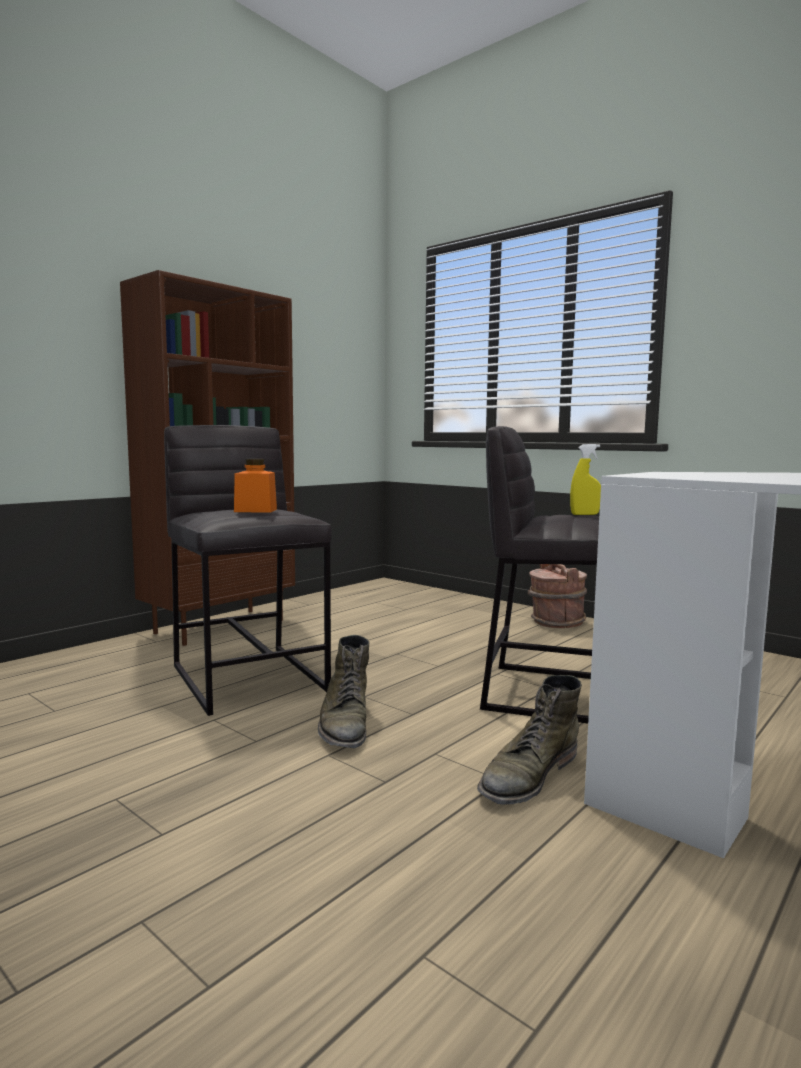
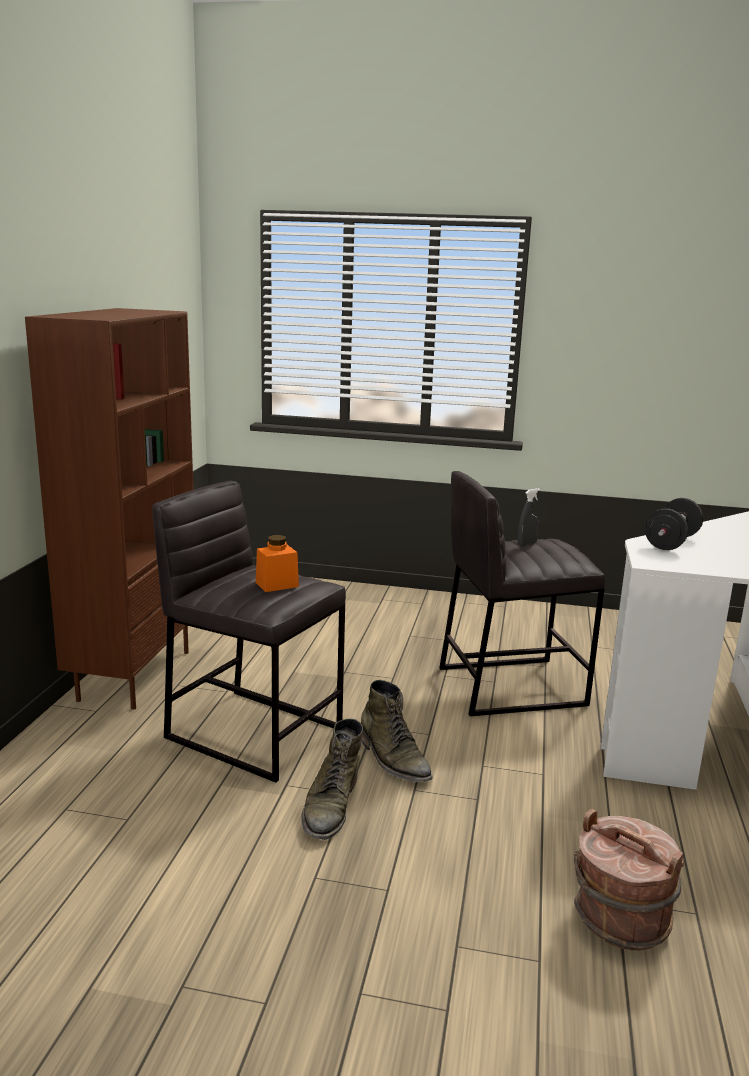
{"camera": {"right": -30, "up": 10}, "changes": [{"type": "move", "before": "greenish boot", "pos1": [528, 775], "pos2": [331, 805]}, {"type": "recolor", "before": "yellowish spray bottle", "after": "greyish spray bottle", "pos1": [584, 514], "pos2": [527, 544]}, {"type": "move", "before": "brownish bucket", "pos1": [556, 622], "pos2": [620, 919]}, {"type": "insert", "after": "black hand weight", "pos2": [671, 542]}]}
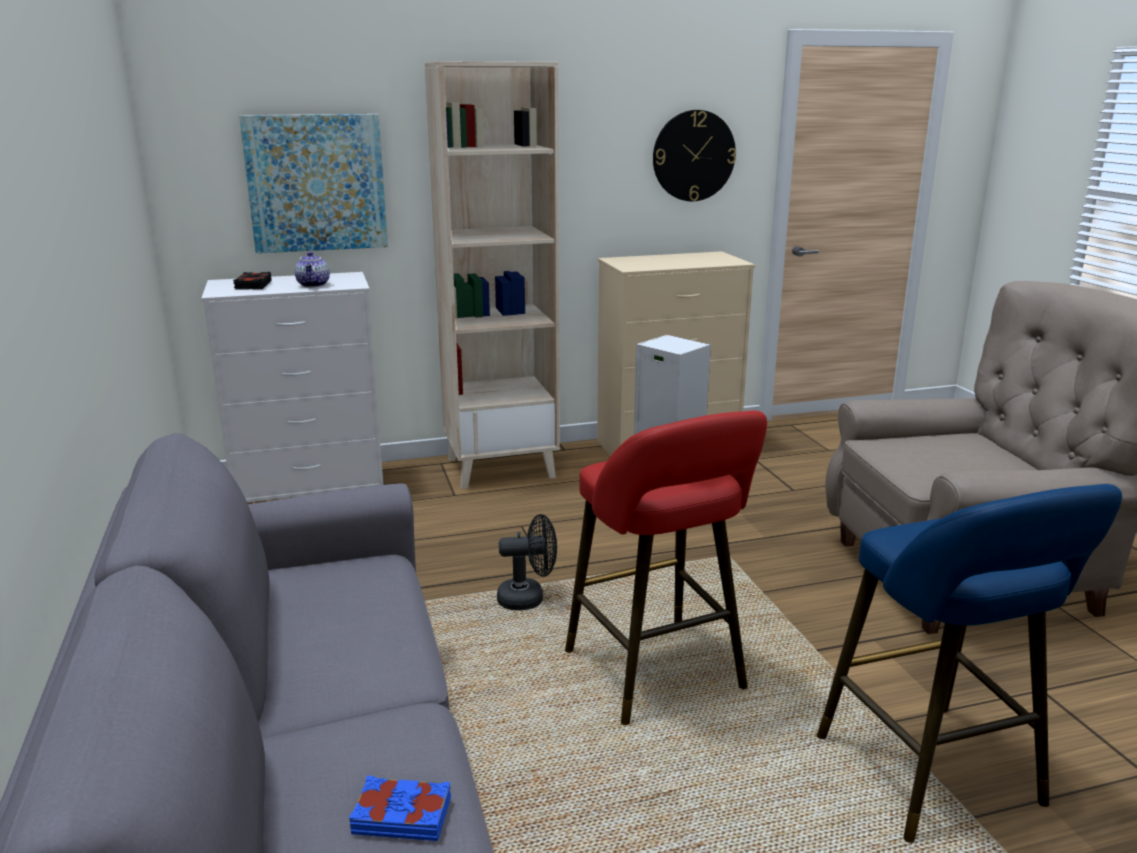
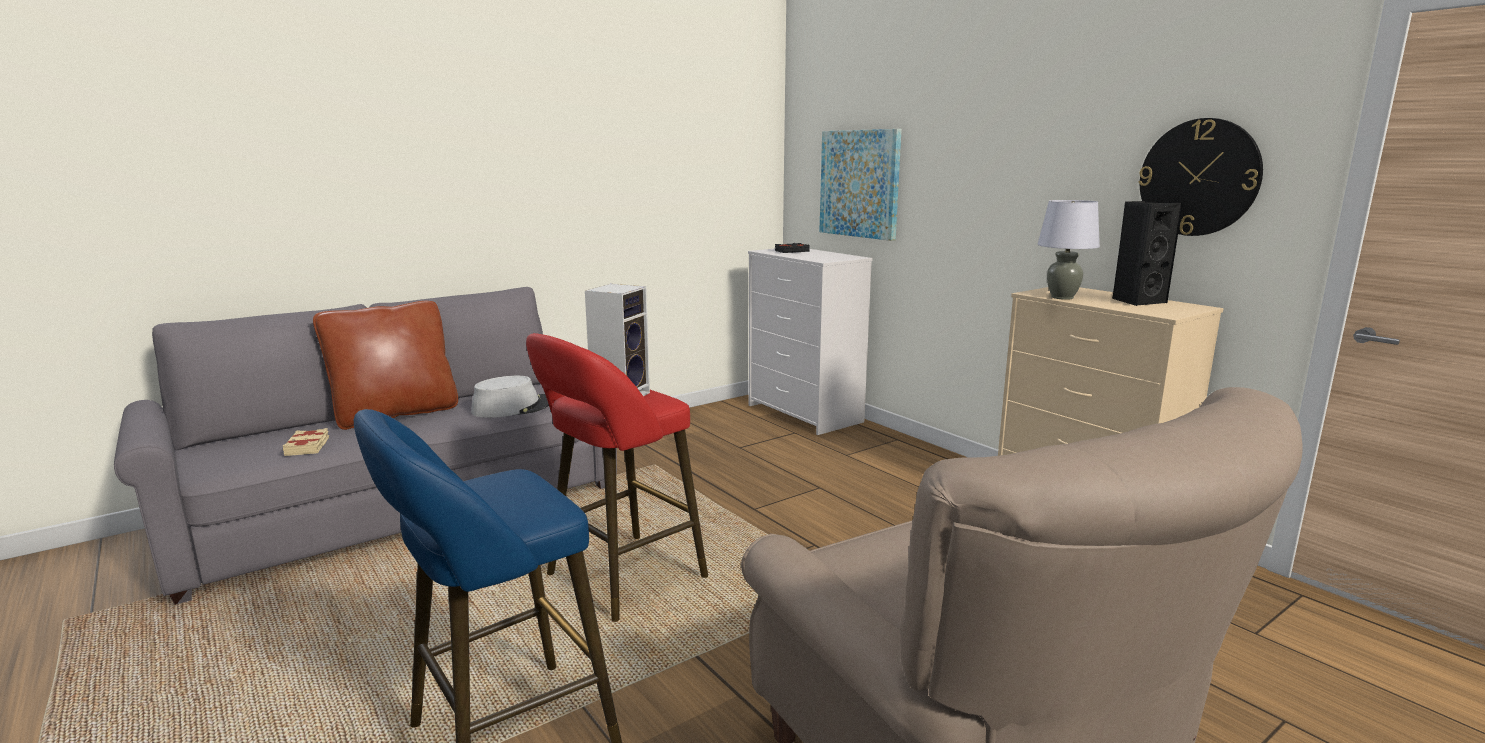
{"camera": {"right": 70, "up": -5}, "changes": [{"type": "recolor", "before": "bluish book", "after": "sand-coloured book", "pos1": [402, 815], "pos2": [308, 446]}, {"type": "insert", "after": "brownish throw pillow", "pos2": [395, 414]}, {"type": "insert", "after": "greyish wearable hat", "pos2": [513, 407]}, {"type": "insert", "after": "greyish table lamp", "pos2": [1062, 297]}, {"type": "insert", "after": "black loudspeaker", "pos2": [1137, 301]}, {"type": "delete", "before": "tea pot", "pos1": [314, 285]}, {"type": "delete", "before": "sand-coloured shelving unit", "pos1": [501, 467]}, {"type": "delete", "before": "black electric fan", "pos1": [528, 598]}]}
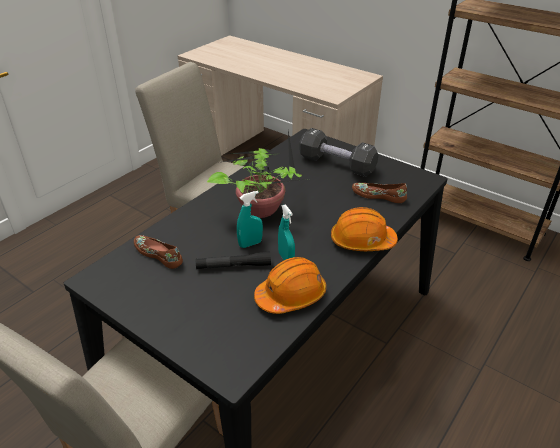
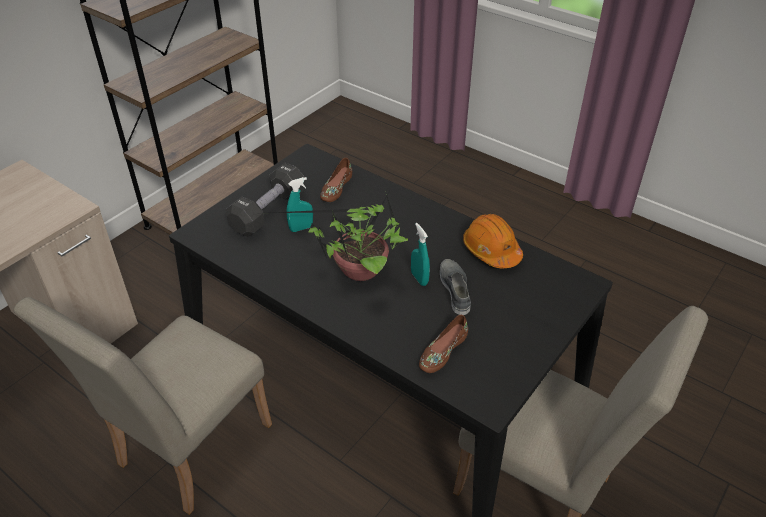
{"camera": {"right": -90, "up": 5}, "changes": [{"type": "move", "before": "turquoise-coloured spray bottle", "pos1": [286, 258], "pos2": [301, 228]}, {"type": "replace", "before": "black torch", "after": "greyish shoe", "pos1": [233, 266], "pos2": [455, 289]}, {"type": "delete", "before": "orangey hard hat", "pos1": [362, 241]}]}
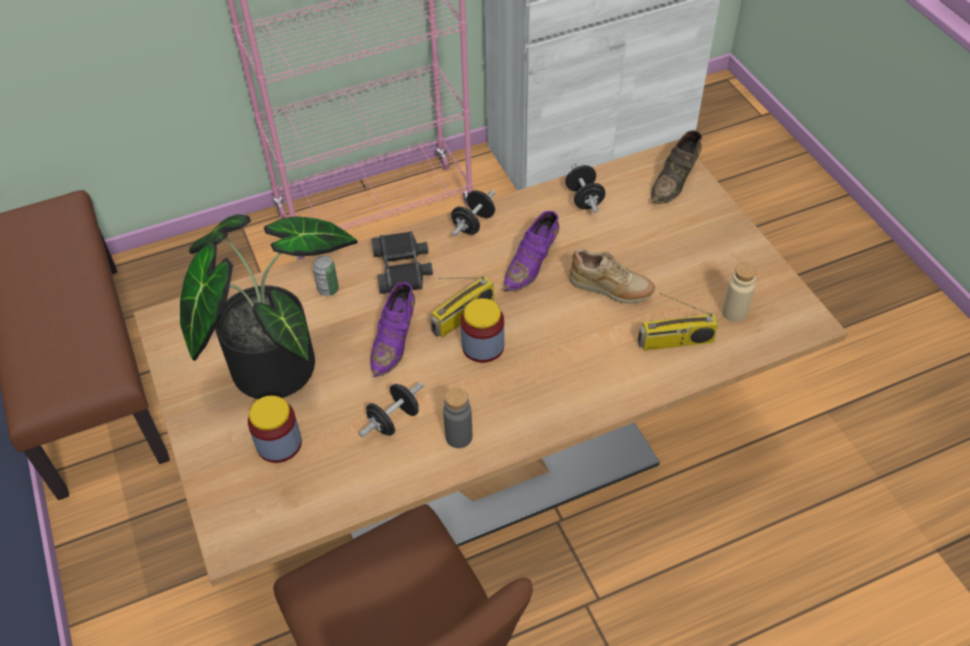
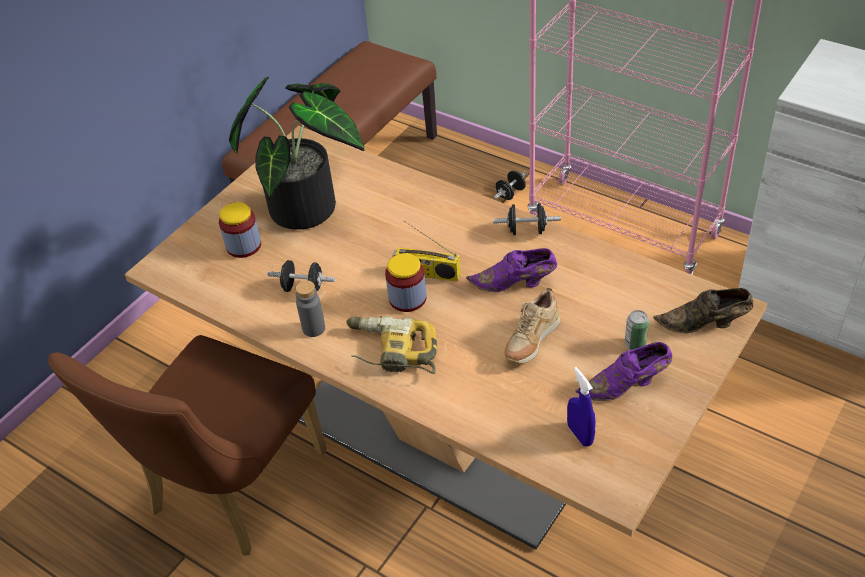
{"camera": {"right": 60, "up": -5}, "changes": [{"type": "insert", "after": "power drill", "pos2": [391, 352]}, {"type": "move", "before": "black hand weight", "pos1": [584, 199], "pos2": [510, 193]}, {"type": "rotate", "before": "sand-coloured shoe", "pos1": [610, 290], "pos2": [531, 342], "turn": 45}, {"type": "replace", "before": "sand-coloured beverage bottle", "after": "bluish spray bottle", "pos1": [734, 313], "pos2": [580, 435]}, {"type": "move", "before": "purplish shoe", "pos1": [395, 341], "pos2": [626, 386]}, {"type": "move", "before": "can", "pos1": [328, 289], "pos2": [635, 344]}, {"type": "delete", "before": "black field glasses", "pos1": [402, 269]}, {"type": "delete", "before": "radio", "pos1": [675, 342]}]}
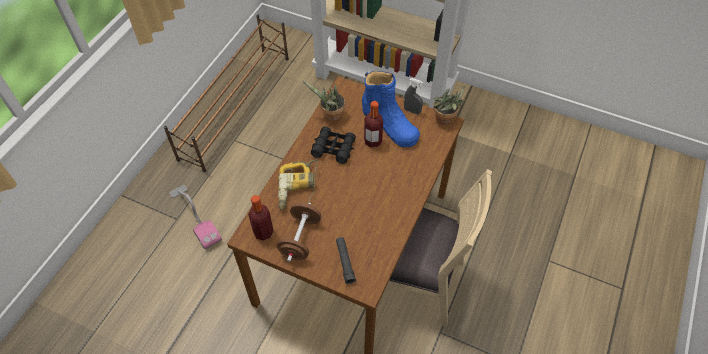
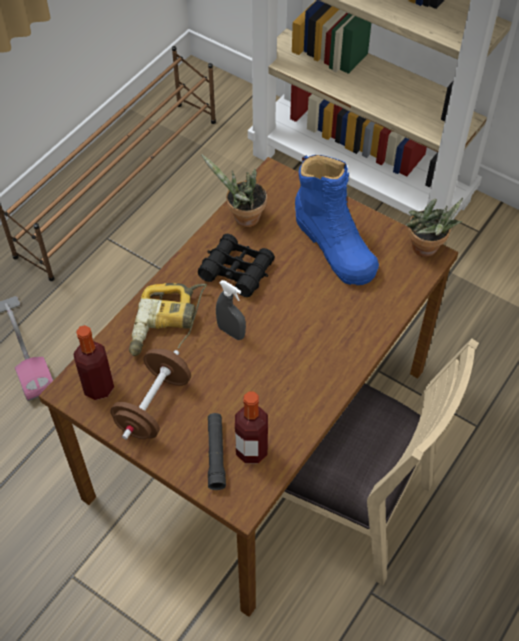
{"camera": {"right": 10, "up": 0}, "changes": [{"type": "move", "before": "greyish spray bottle", "pos1": [412, 111], "pos2": [231, 332]}, {"type": "move", "before": "beverage bottle", "pos1": [373, 141], "pos2": [251, 450]}]}
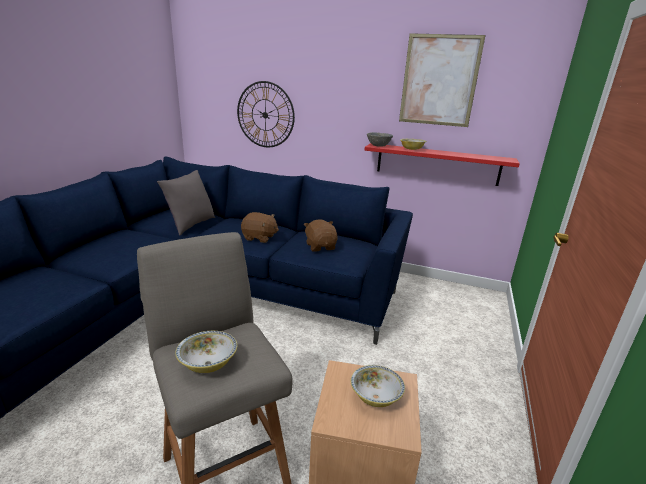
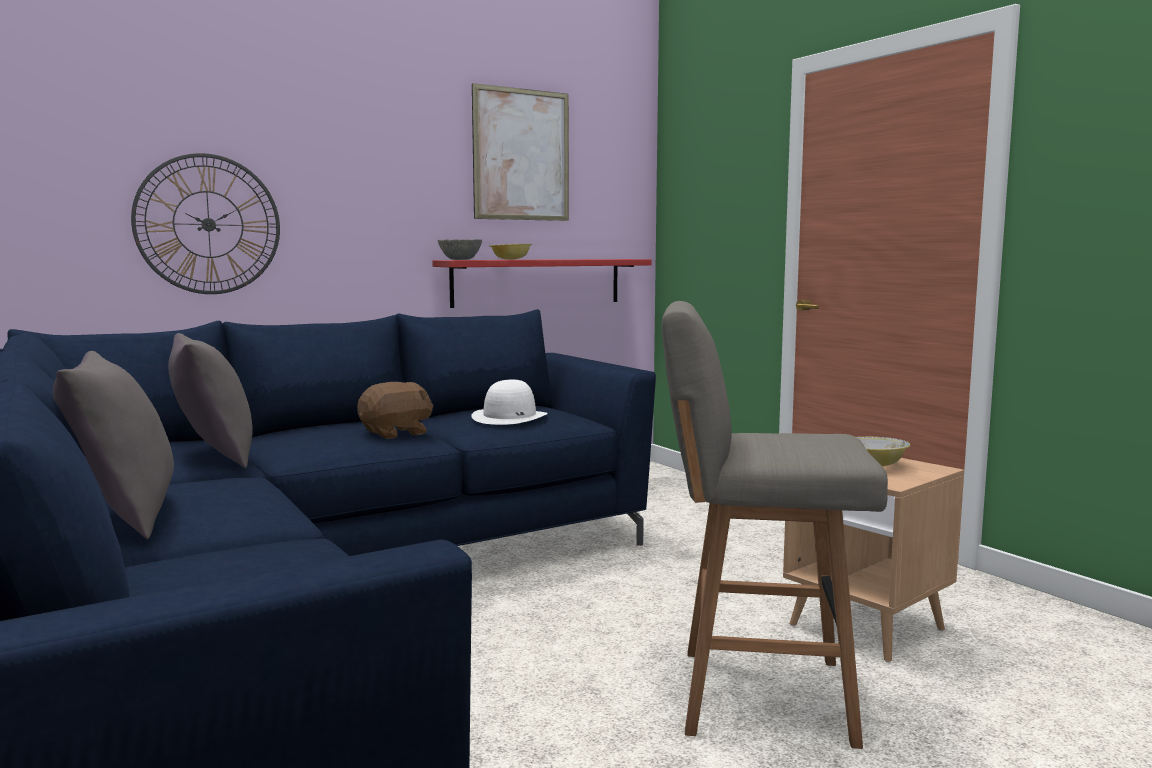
{"camera": {"right": -50, "up": -15}, "changes": [{"type": "insert", "after": "greyish throw pillow", "pos2": [124, 517]}, {"type": "replace", "before": "brownish soft toy", "after": "white-coloured wearable hat", "pos1": [320, 246], "pos2": [509, 417]}, {"type": "delete", "before": "bowl", "pos1": [208, 363]}]}
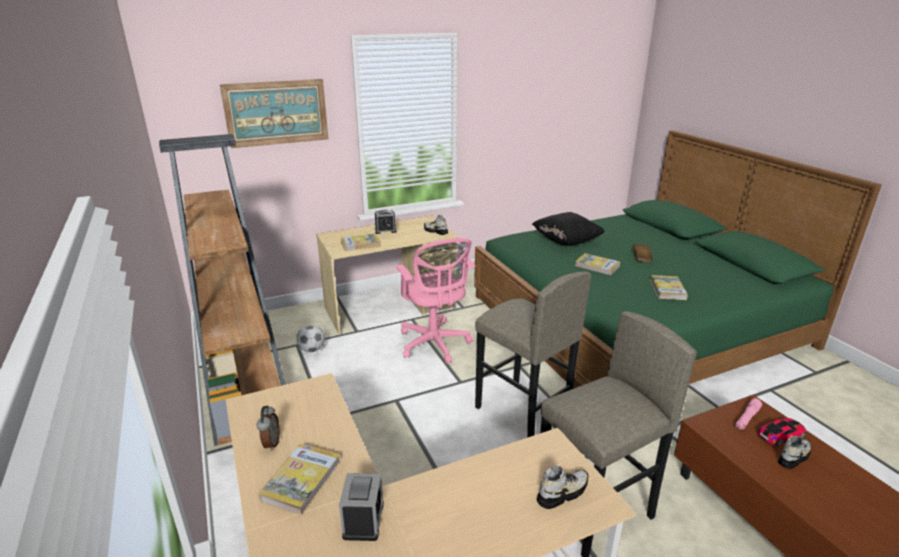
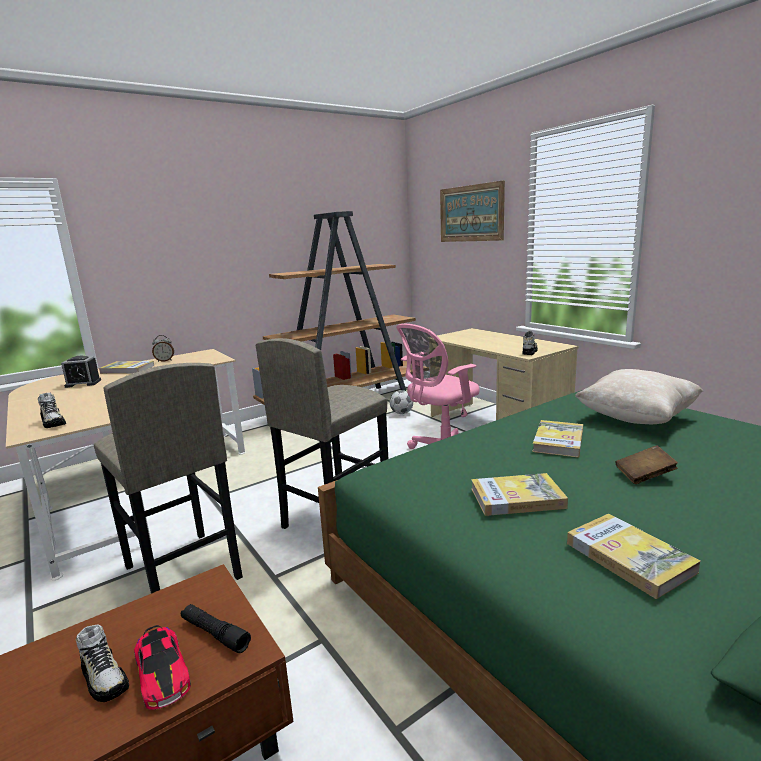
{"camera": {"right": 80, "up": -10}, "changes": [{"type": "recolor", "before": "pink-coloured torch", "after": "black torch", "pos1": [747, 418], "pos2": [215, 634]}, {"type": "move", "before": "book", "pos1": [360, 244], "pos2": [629, 557]}, {"type": "recolor", "before": "black throw pillow", "after": "sand-coloured throw pillow", "pos1": [566, 241], "pos2": [636, 418]}, {"type": "delete", "before": "table clock", "pos1": [385, 230]}]}
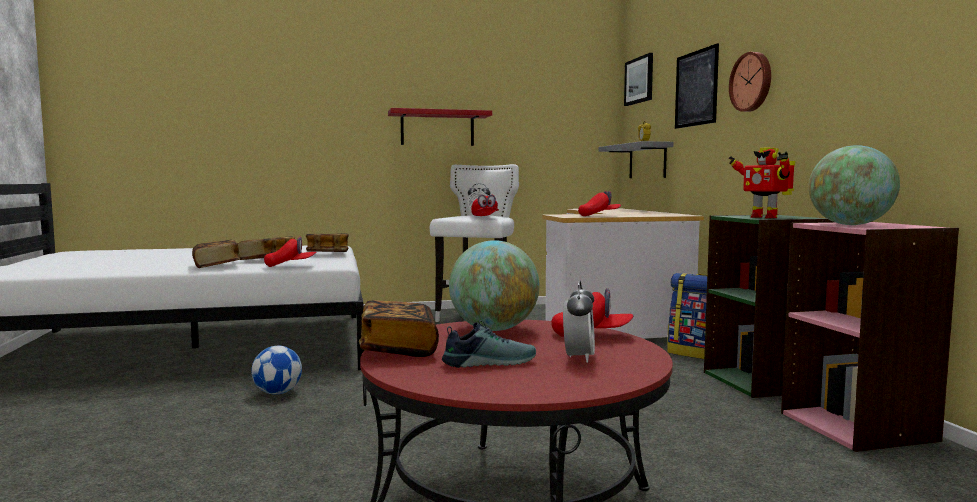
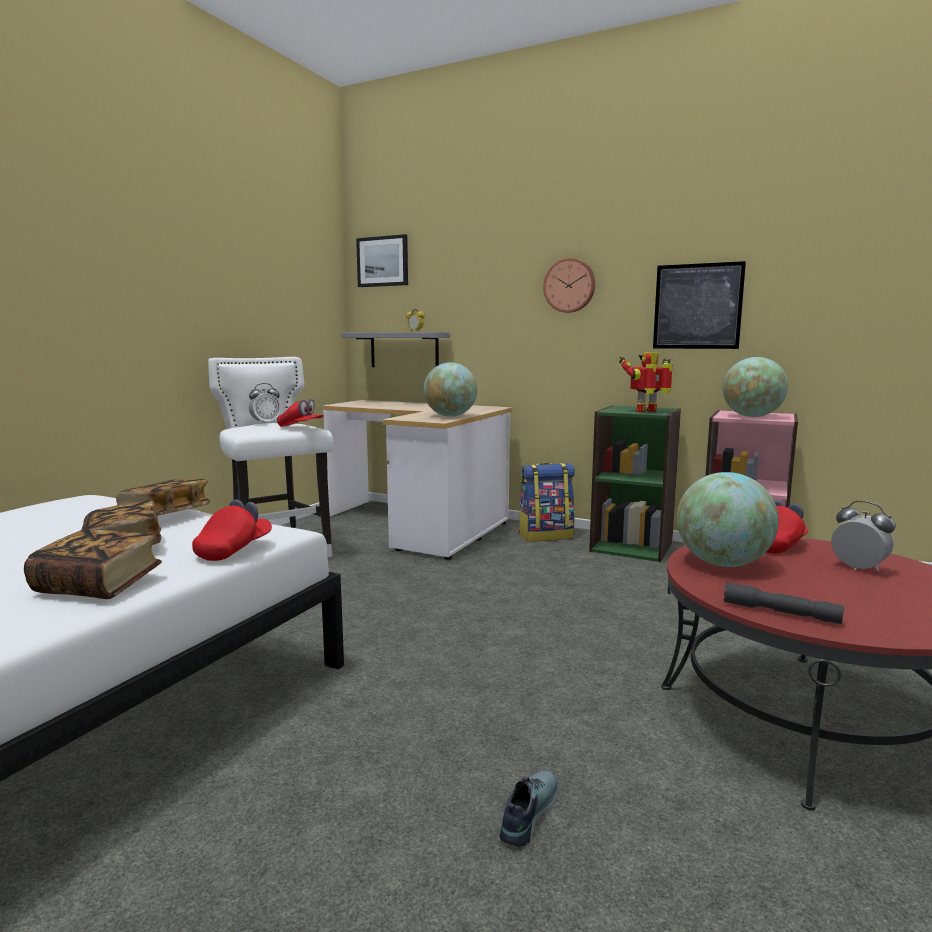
{"camera": {"right": -50, "up": 5}, "changes": [{"type": "replace", "before": "red peaked cap", "after": "globe", "pos1": [599, 216], "pos2": [450, 416]}, {"type": "move", "before": "shoe", "pos1": [488, 362], "pos2": [526, 813]}, {"type": "rotate", "before": "robot figure", "pos1": [764, 217], "pos2": [647, 411], "turn": 150}, {"type": "move", "before": "picture", "pos1": [696, 88], "pos2": [697, 306]}, {"type": "replace", "before": "book", "after": "greyish torch", "pos1": [398, 348], "pos2": [780, 612]}, {"type": "delete", "before": "ball for football", "pos1": [278, 393]}, {"type": "delete", "before": "red bracket shelf", "pos1": [437, 128]}]}
